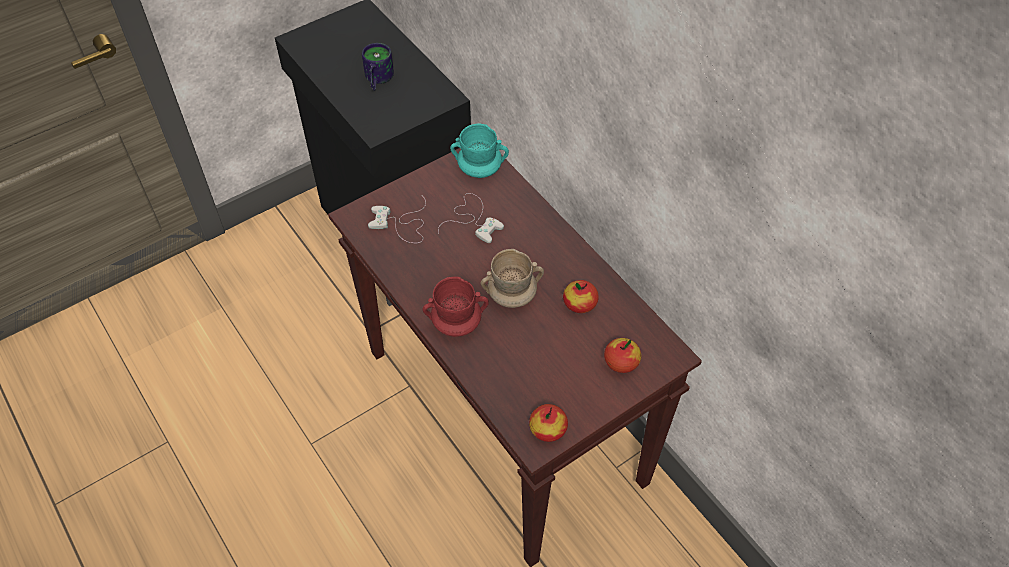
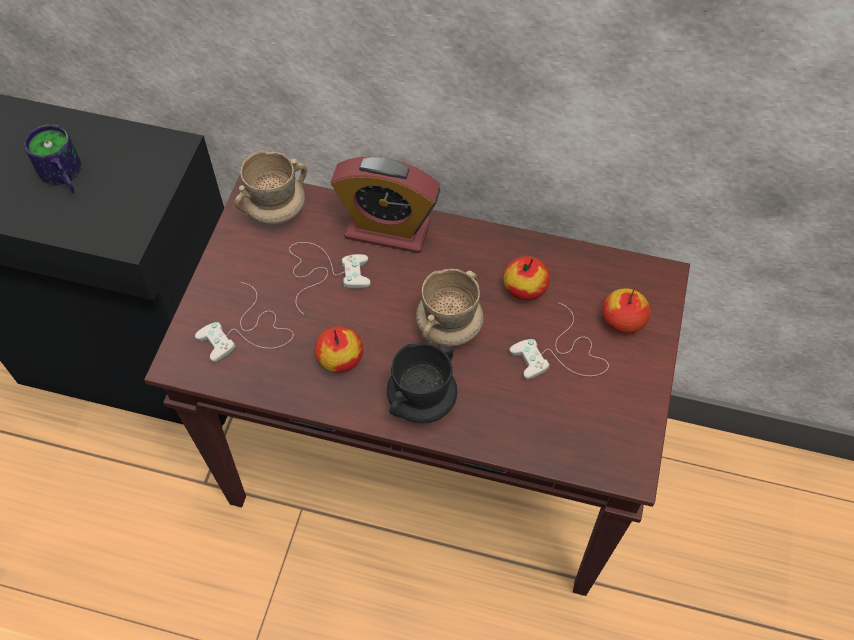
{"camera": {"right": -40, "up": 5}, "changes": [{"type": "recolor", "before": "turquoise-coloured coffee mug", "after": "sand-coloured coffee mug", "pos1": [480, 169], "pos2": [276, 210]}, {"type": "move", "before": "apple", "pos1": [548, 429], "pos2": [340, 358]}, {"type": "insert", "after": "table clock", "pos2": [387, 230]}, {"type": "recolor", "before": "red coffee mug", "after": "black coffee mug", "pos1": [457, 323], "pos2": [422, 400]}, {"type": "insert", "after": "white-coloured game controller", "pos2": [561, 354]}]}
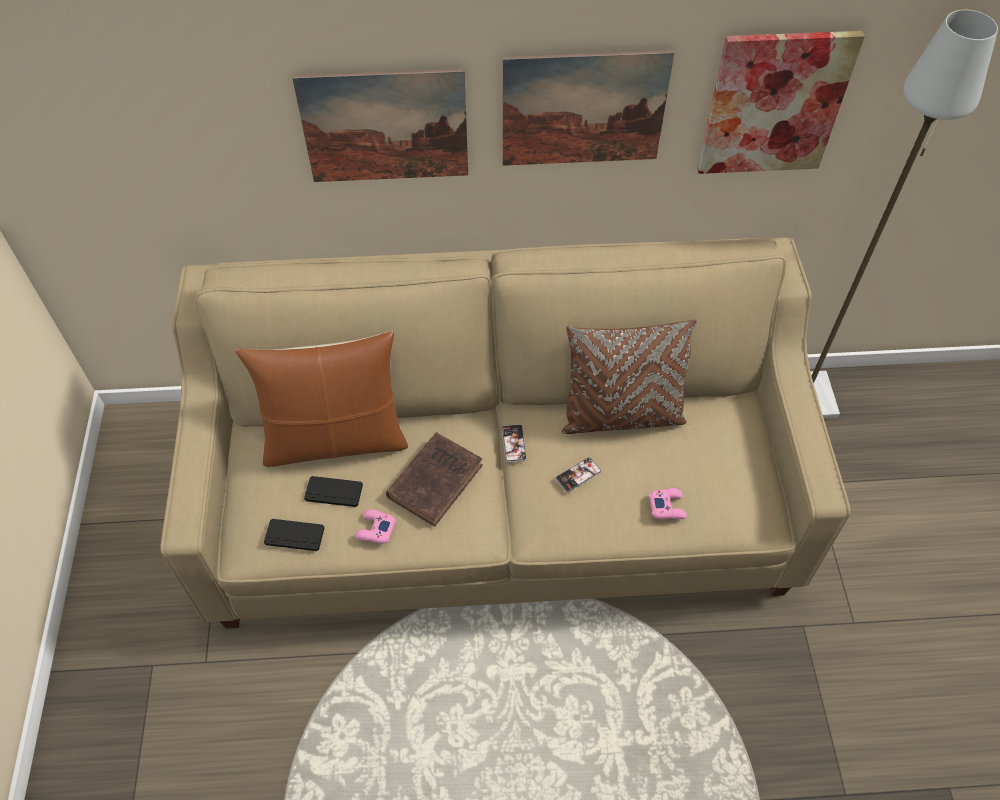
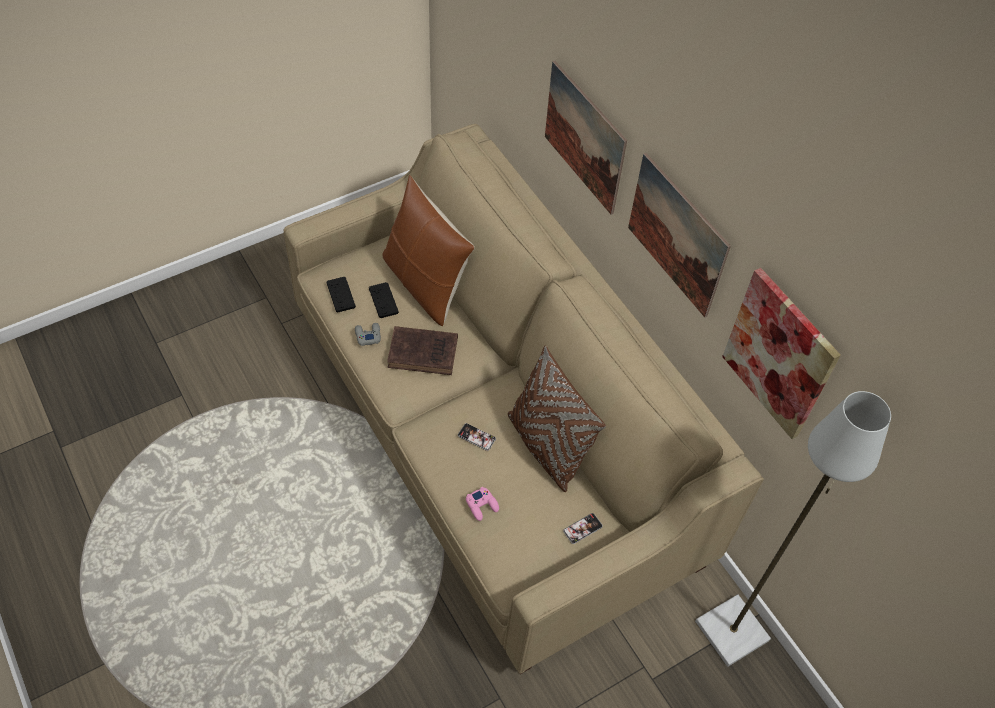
{"camera": {"right": 60, "up": 0}, "changes": [{"type": "recolor", "before": "pink-coloured game controller", "after": "greyish game controller", "pos1": [375, 529], "pos2": [368, 335]}, {"type": "move", "before": "phone", "pos1": [514, 443], "pos2": [582, 528]}]}
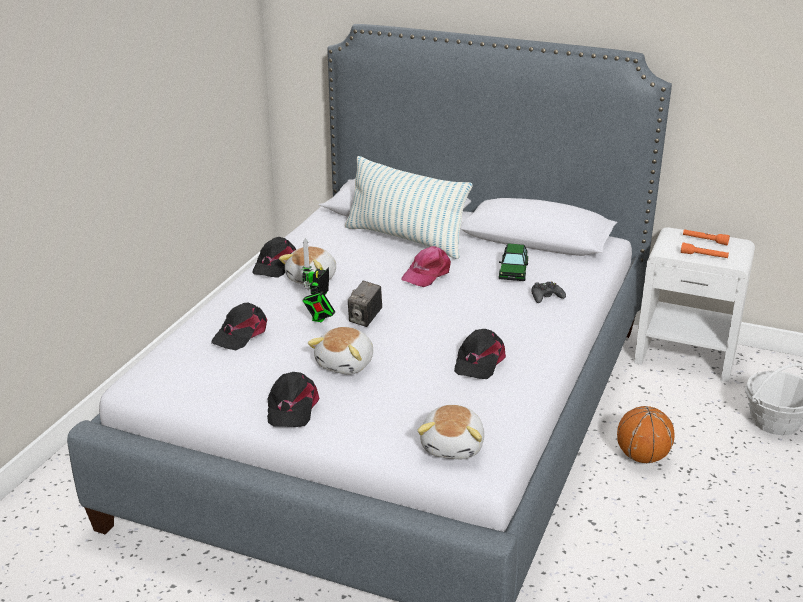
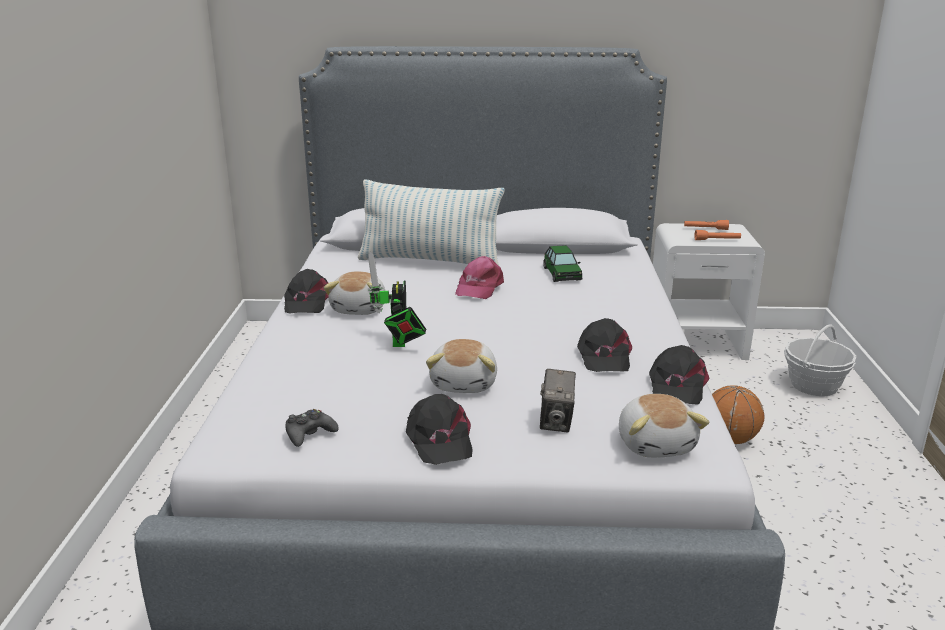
{"camera": {"right": -20, "up": -5}, "changes": [{"type": "move", "before": "black game controller", "pos1": [546, 297], "pos2": [309, 434]}, {"type": "move", "before": "photo camera", "pos1": [365, 319], "pos2": [556, 422]}, {"type": "move", "before": "black peaked cap", "pos1": [241, 333], "pos2": [677, 385]}]}
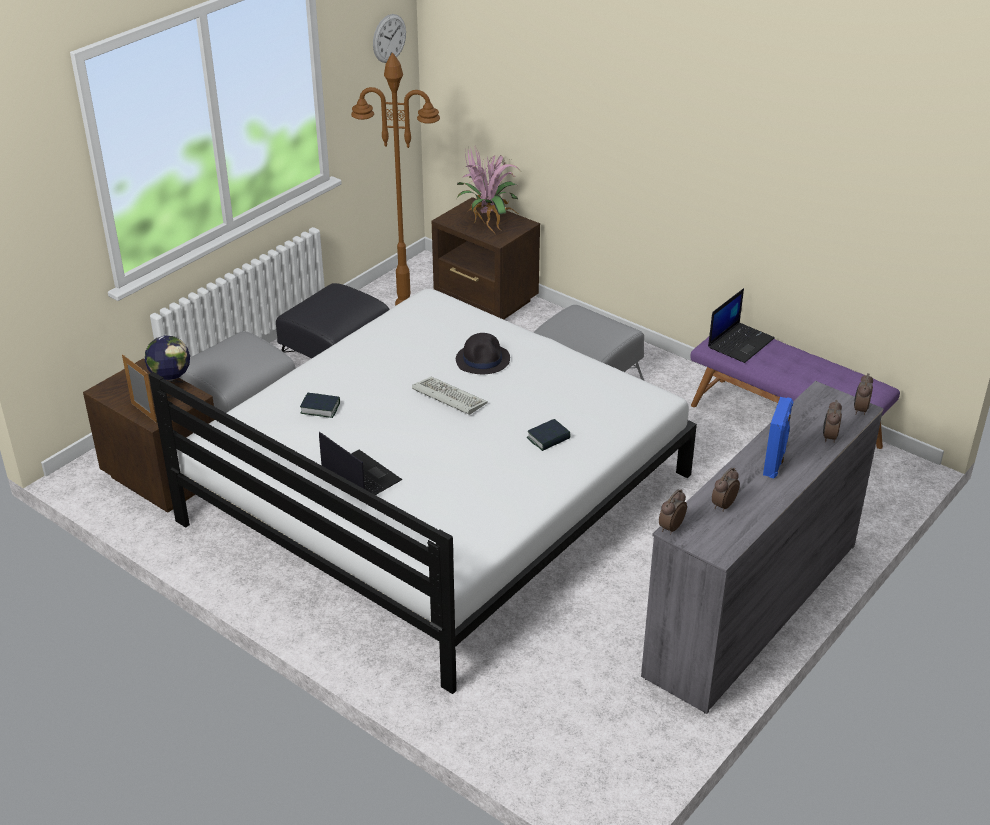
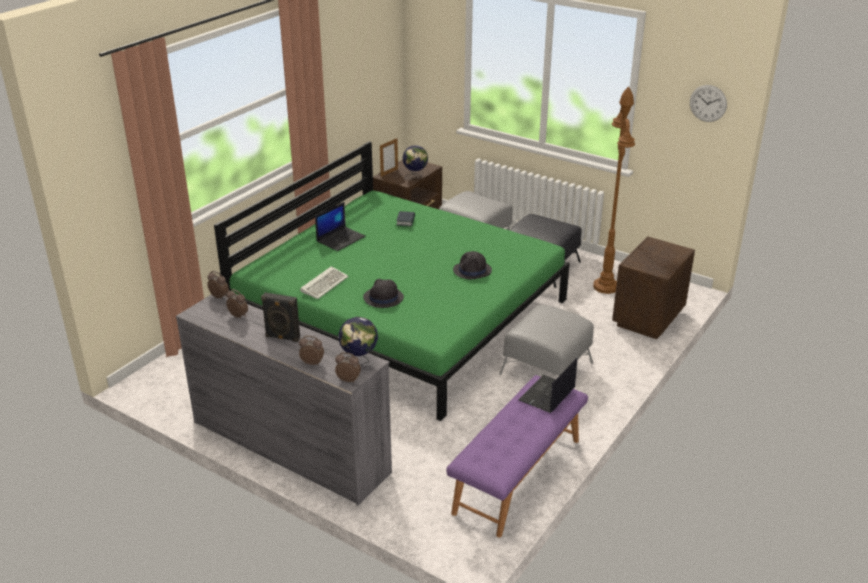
{"camera": {"right": 85, "up": -5}, "changes": [{"type": "recolor", "before": "white-coloured sleeping bed", "after": "greenish sleeping bed", "pos1": [437, 498], "pos2": [401, 313]}, {"type": "recolor", "before": "bluish loudspeaker", "after": "black loudspeaker", "pos1": [775, 463], "pos2": [282, 337]}, {"type": "move", "before": "computer keyboard", "pos1": [447, 397], "pos2": [324, 284]}, {"type": "insert", "after": "globe", "pos2": [359, 361]}, {"type": "replace", "before": "book", "after": "black wearable hat", "pos1": [548, 438], "pos2": [383, 298]}, {"type": "rotate", "before": "portable computer", "pos1": [740, 342], "pos2": [547, 395], "turn": 90}, {"type": "delete", "before": "houseplant", "pos1": [488, 221]}]}
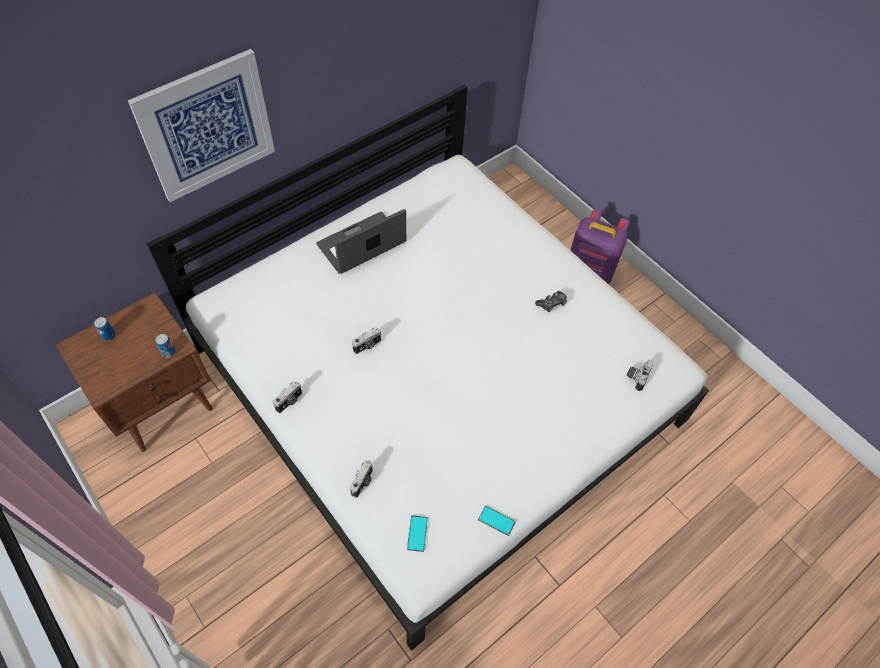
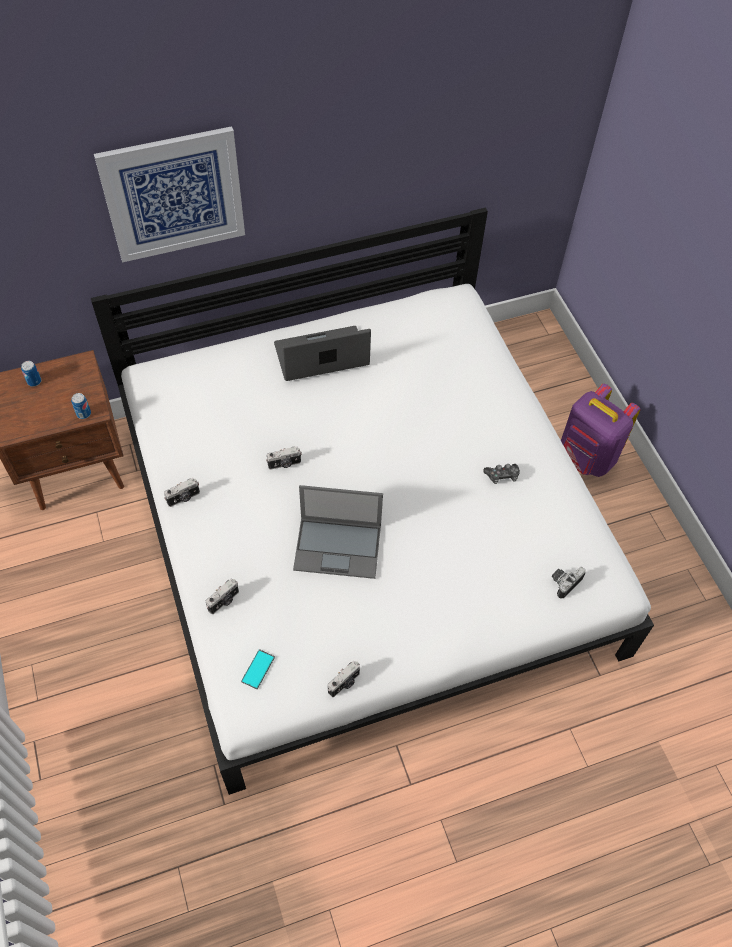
{"camera": {"right": 20, "up": 0}, "changes": [{"type": "insert", "after": "portable computer", "pos2": [339, 547]}, {"type": "replace", "before": "phone", "after": "photo camera", "pos1": [496, 520], "pos2": [344, 683]}]}
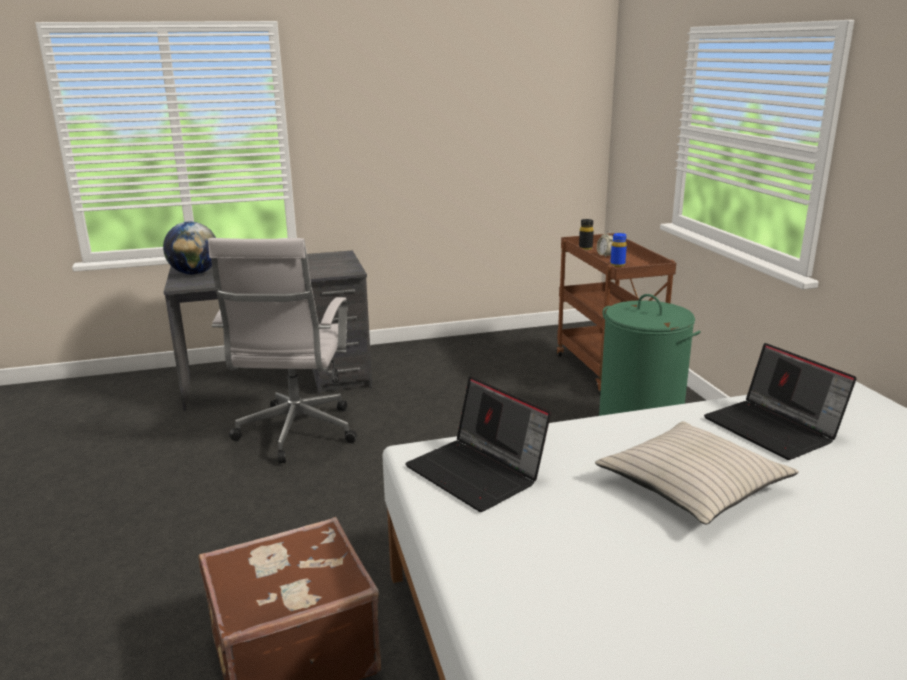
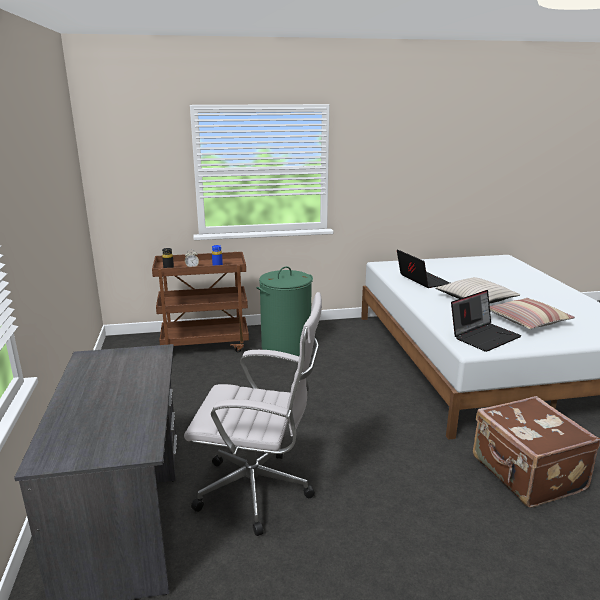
{"camera": {"right": -85, "up": 0}, "changes": [{"type": "rotate", "before": "portable computer", "pos1": [774, 429], "pos2": [421, 280], "turn": -90}, {"type": "insert", "after": "throw pillow", "pos2": [527, 321]}, {"type": "delete", "before": "globe", "pos1": [194, 273]}]}
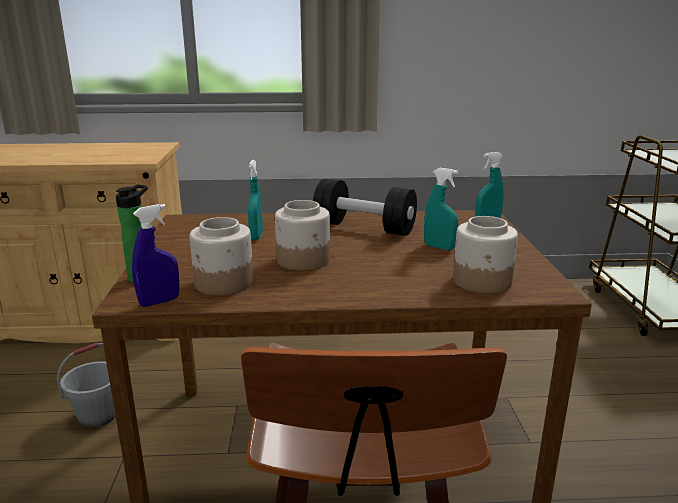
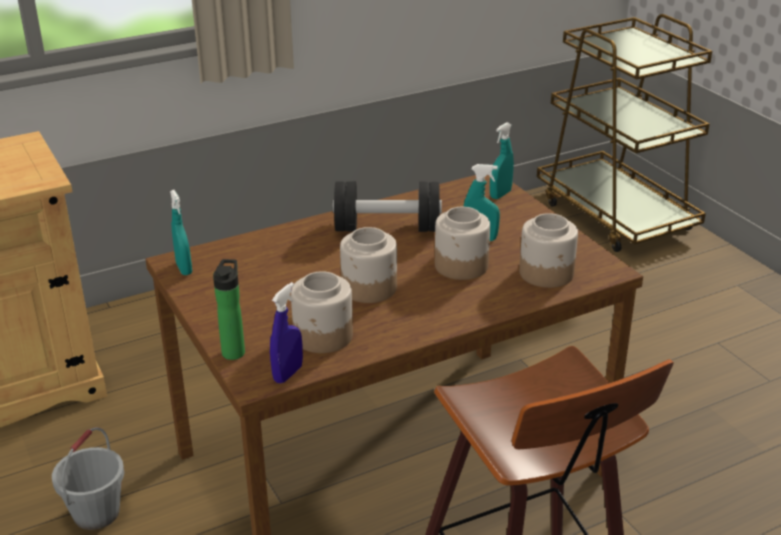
{"camera": {"right": -25, "up": 10}, "changes": [{"type": "move", "before": "turquoise-coloured spray bottle", "pos1": [256, 236], "pos2": [184, 269]}, {"type": "insert", "after": "storage jar", "pos2": [462, 266]}]}
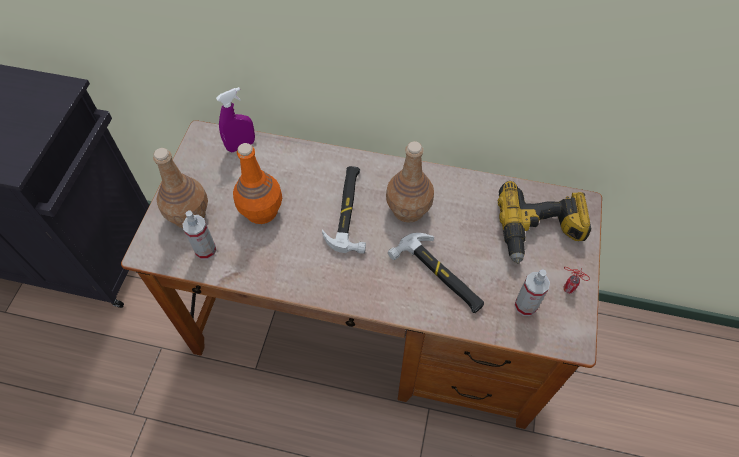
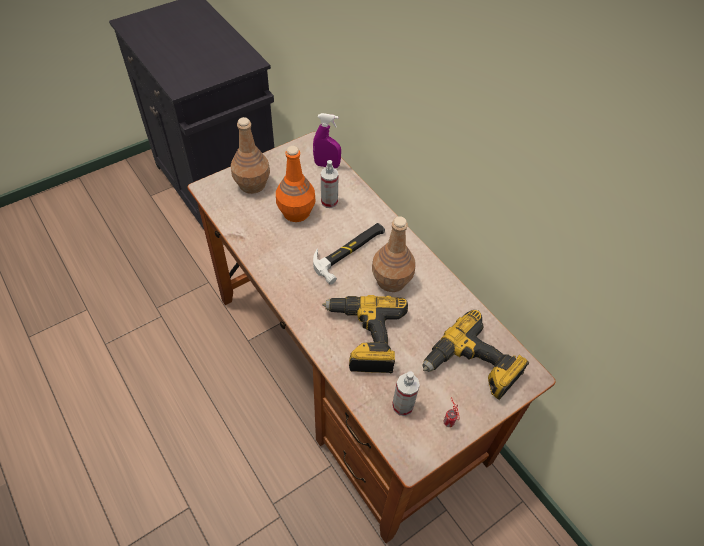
{"camera": {"right": 40, "up": -5}, "changes": [{"type": "move", "before": "spray bottle", "pos1": [205, 250], "pos2": [329, 202]}, {"type": "replace", "before": "tool hammer", "after": "power drill", "pos1": [439, 276], "pos2": [364, 337]}]}
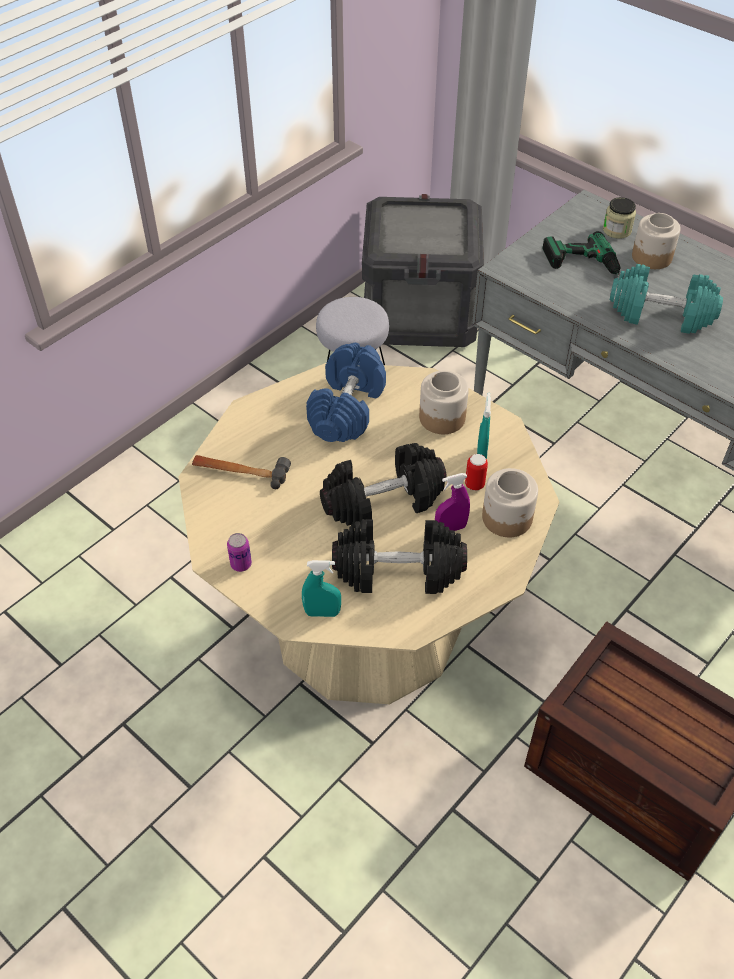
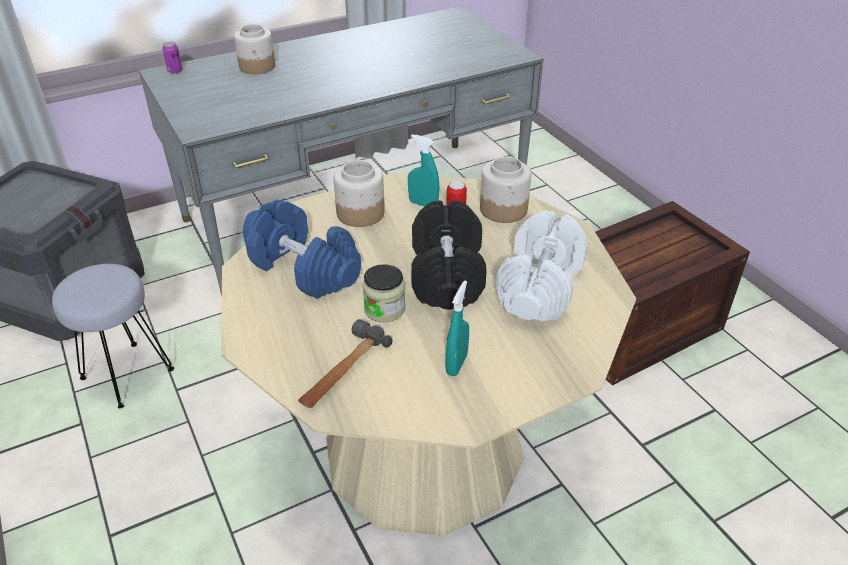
{"camera": {"right": -70, "up": -10}, "changes": [{"type": "move", "before": "can", "pos1": [241, 564], "pos2": [175, 71]}, {"type": "move", "before": "storage jar", "pos1": [617, 230], "pos2": [384, 309]}, {"type": "move", "before": "turquoise-coloured spray bottle", "pos1": [322, 613], "pos2": [456, 364]}, {"type": "recolor", "before": "black hand weight", "after": "white-coloured hand weight", "pos1": [398, 570], "pos2": [539, 285]}, {"type": "delete", "before": "purplish spray bottle", "pos1": [450, 528]}, {"type": "delete", "before": "power drill", "pos1": [584, 267]}, {"type": "delete", "before": "turquoise-coloured hand weight", "pos1": [660, 315]}]}
